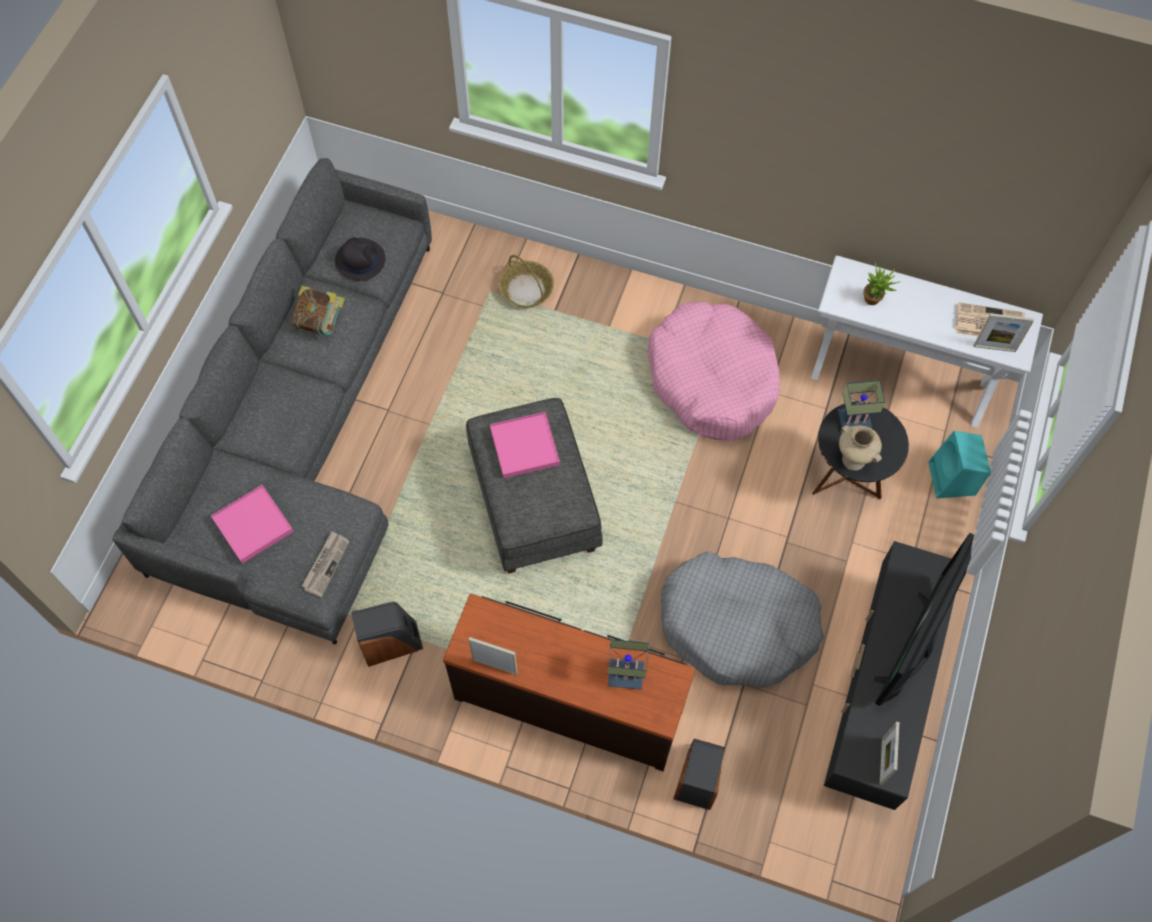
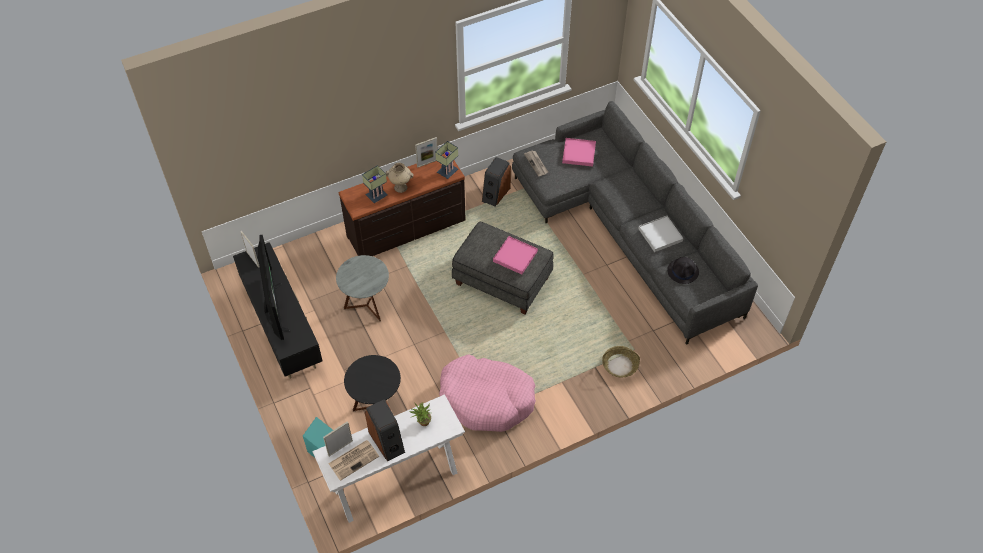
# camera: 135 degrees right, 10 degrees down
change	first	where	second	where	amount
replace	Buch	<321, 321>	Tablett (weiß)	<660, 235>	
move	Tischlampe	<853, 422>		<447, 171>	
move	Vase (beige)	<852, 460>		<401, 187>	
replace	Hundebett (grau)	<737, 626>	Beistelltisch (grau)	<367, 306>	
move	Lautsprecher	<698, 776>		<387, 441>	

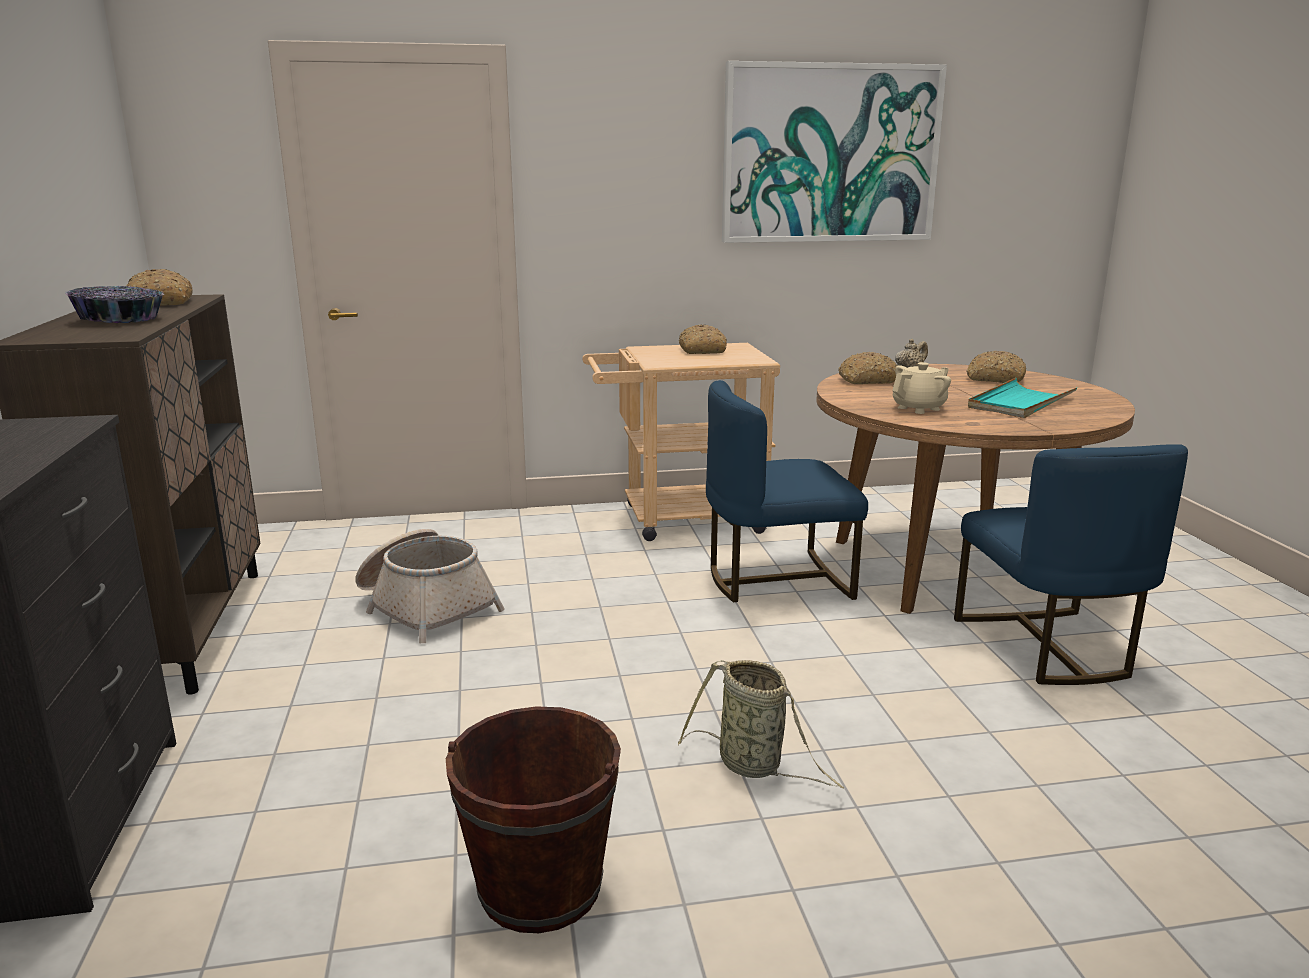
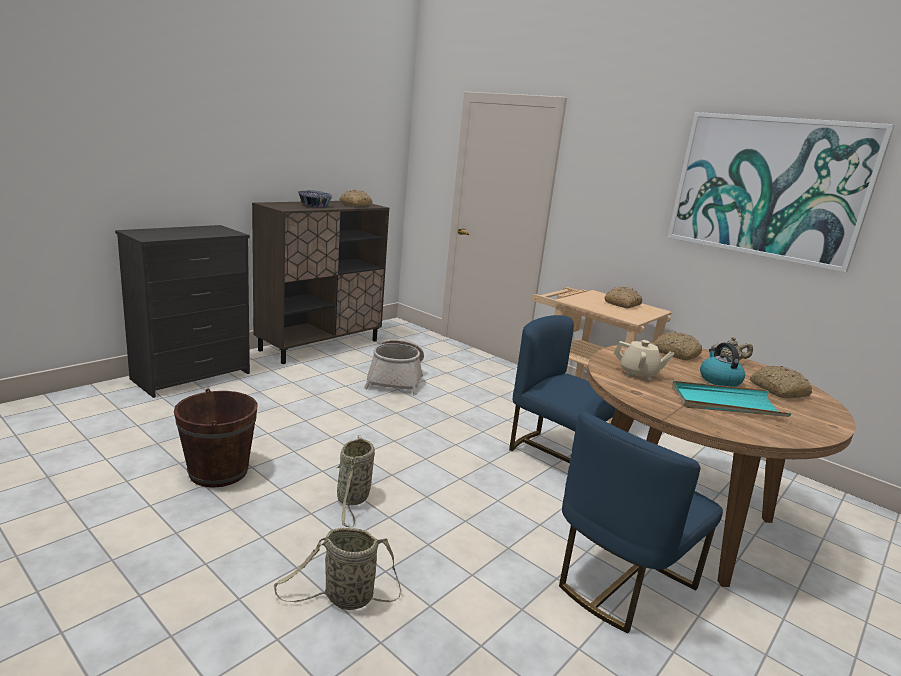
# camera: 50 degrees right, 0 degrees up
change	first	where	second	where	amount
insert			Wasserkessel	<719, 380>	
insert			Korb	<345, 598>	

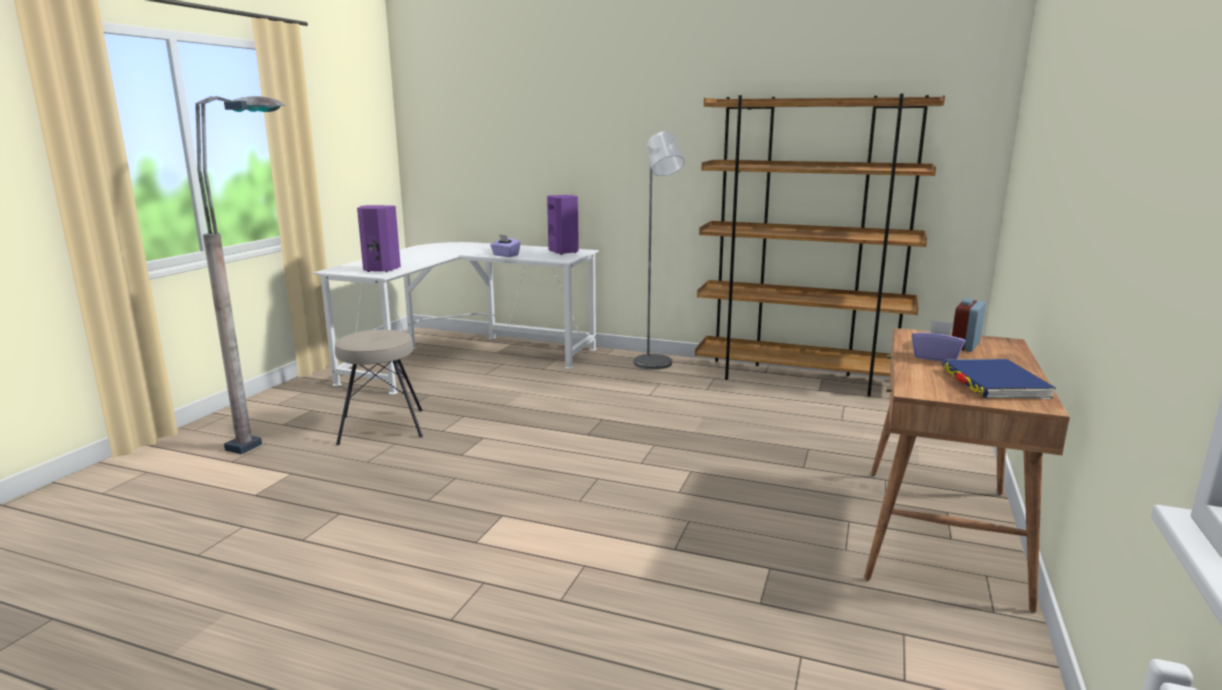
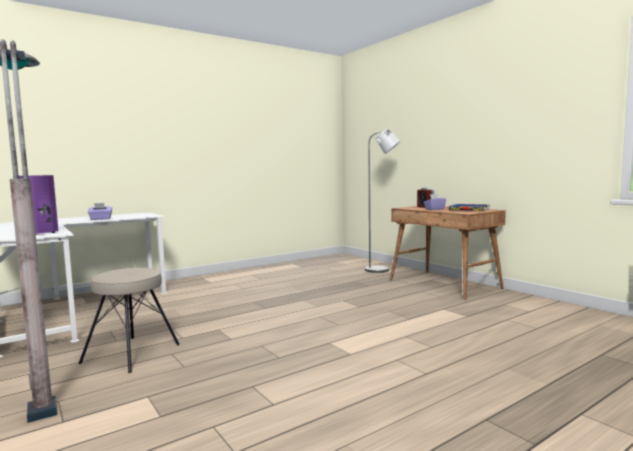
# camera: 55 degrees left, 10 degrees down
change	first	where	second	where	amount
delete	Bücherregal (braun)	<799, 378>			
move	Stehlampe (grau)	<656, 365>		<381, 270>	
delete	Lautsprecher (lila)	<564, 252>			

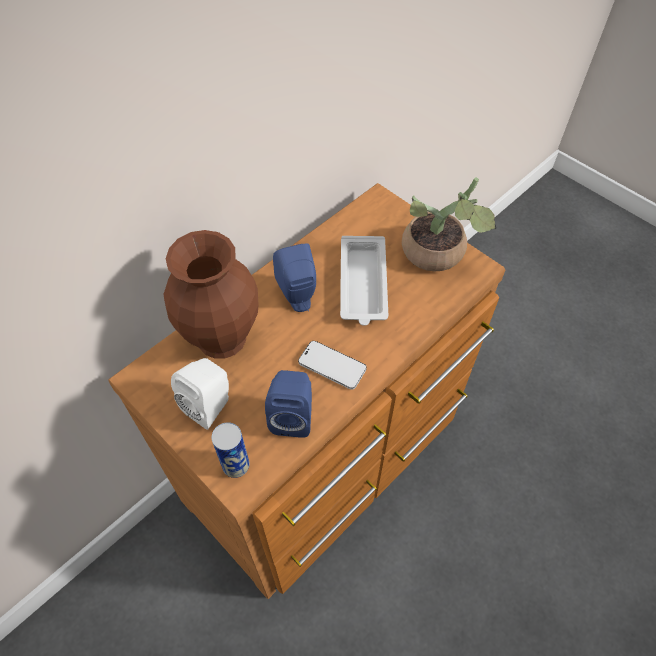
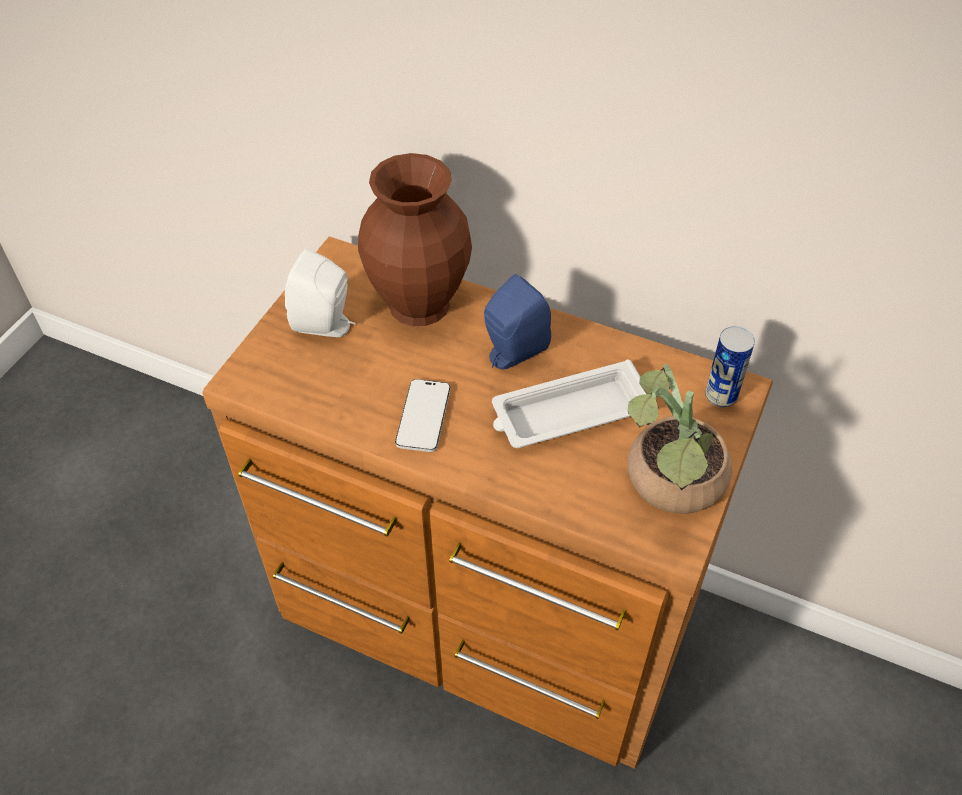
# camera: 70 degrees right, 5 degrees down
change	first	where	second	where	amount
delete	Lautsprecher (blau)	<293, 416>			
move	Dose	<236, 465>		<721, 395>	

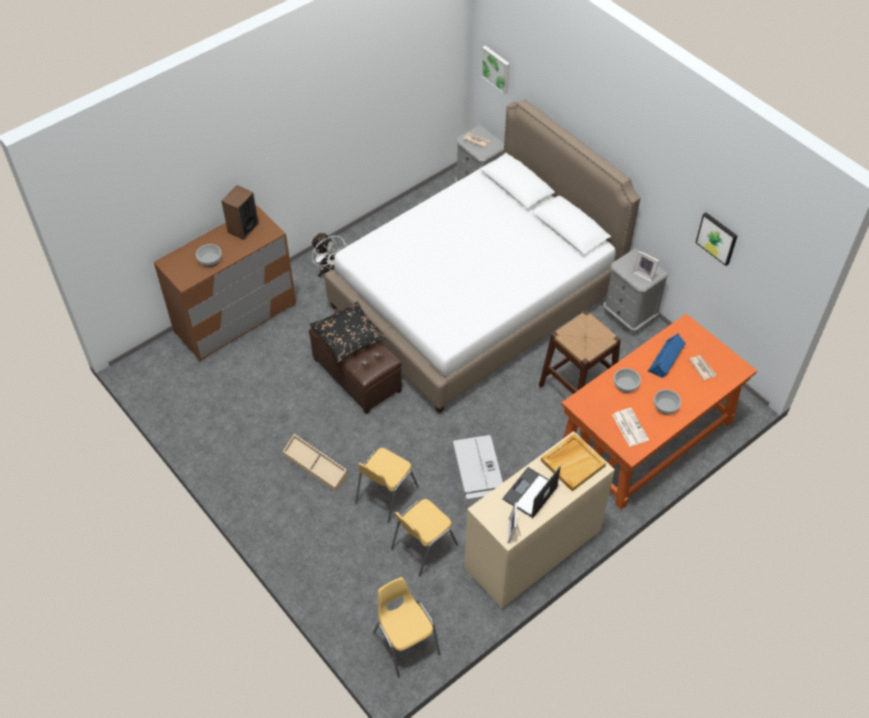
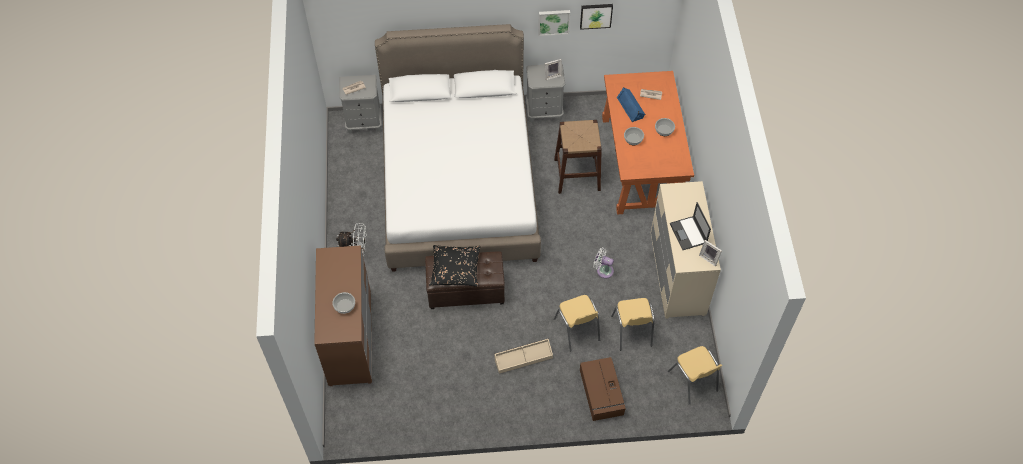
# camera: 55 degrees left, 5 degrees up
change	first	where	second	where	amount
move	Bild	<496, 69>		<553, 21>	
delete	Lautsprecher	<243, 228>			
delete	Zeitung	<629, 427>			
delete	Tablett (beige)	<573, 463>			
replace	Aufbewahrungsbox (grau)	<478, 478>	Ventilator (weiß)	<603, 270>	
rotate	Stuhl (gelb)	<405, 642>		<693, 381>	120 degrees counterclockwise
insert			Aufbewahrungsbox (braun)	<601, 393>	

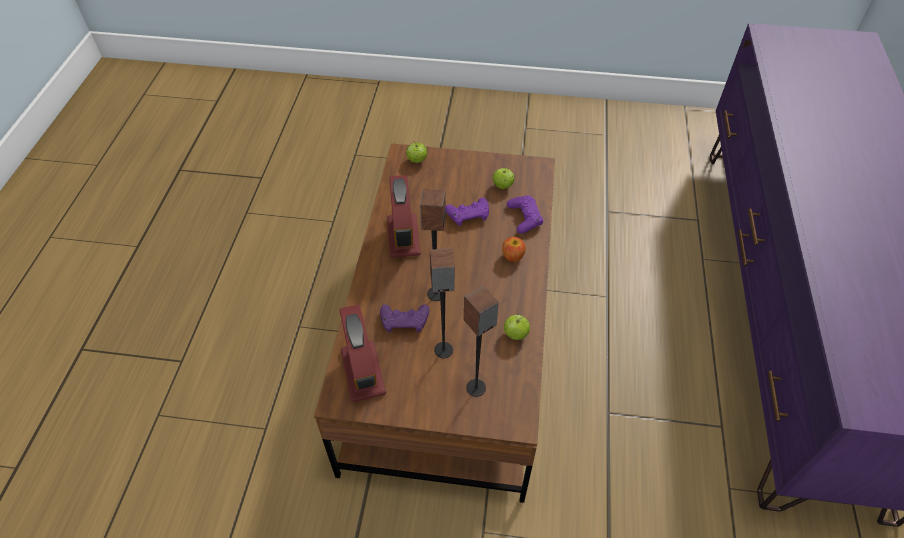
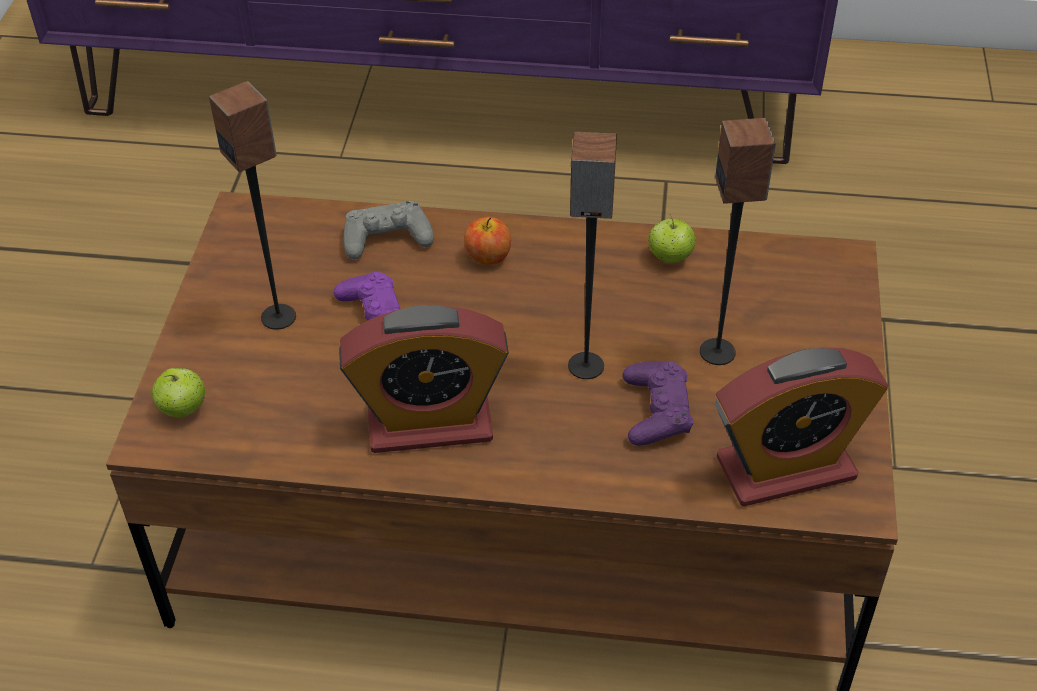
# camera: 90 degrees left, 5 degrees down
change	first	where	second	where	amount
delete	Apfel	<502, 186>			
recolor	Gamepad (lila)	<524, 217>	Gamepad (grau)	<387, 238>	
move	Lautsprecher	<476, 388>		<279, 316>	

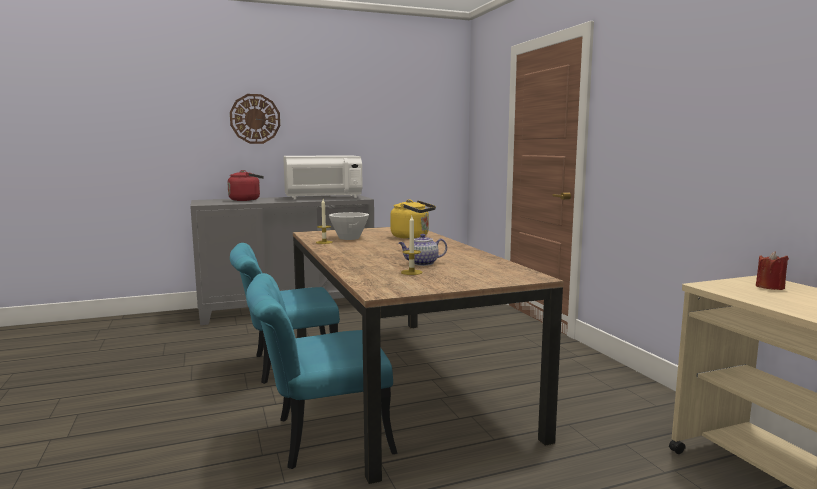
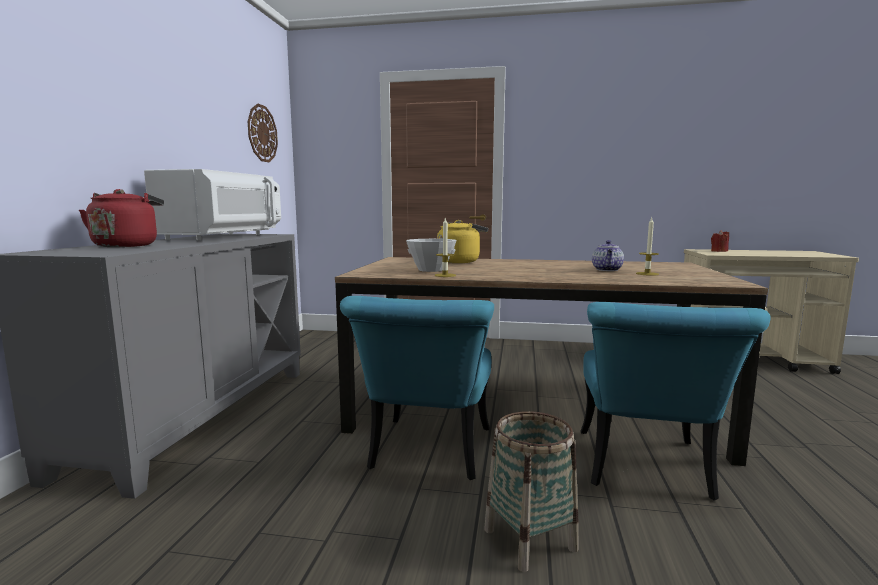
# camera: 60 degrees left, 0 degrees up
change	first	where	second	where	amount
move	Wanduhr	<255, 119>		<262, 133>	
insert			Korb	<530, 539>	

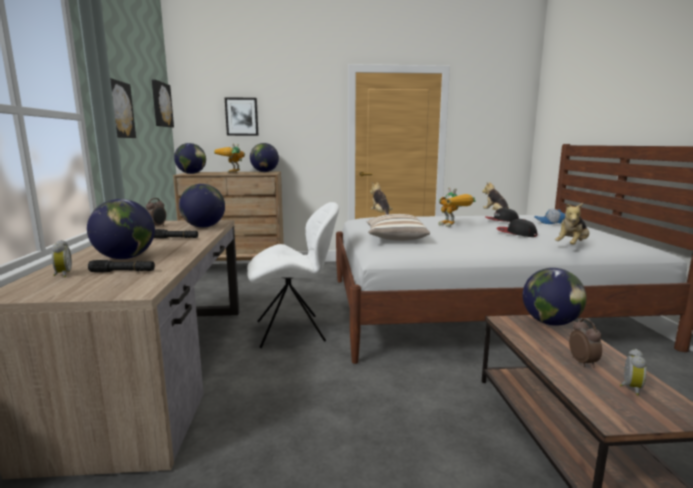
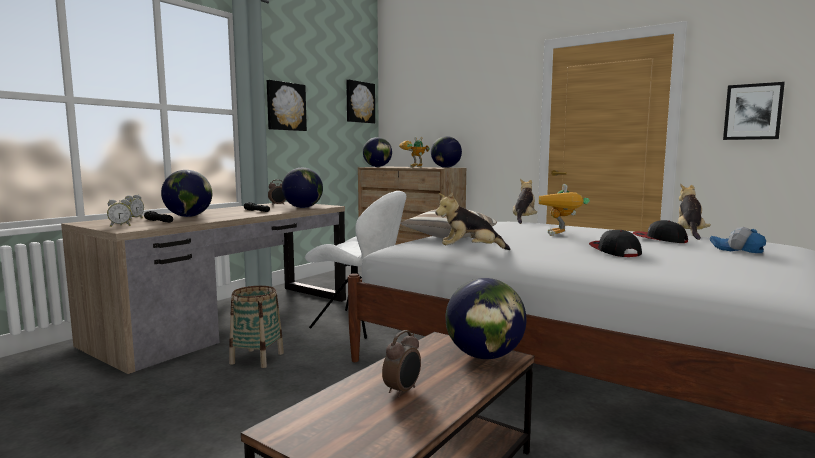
# camera: 40 degrees right, 5 degrees down
change	first	where	second	where	amount
move	Bild	<242, 116>		<752, 112>	
move	Plüschtier	<572, 246>		<470, 251>	
move	Wecker	<629, 388>		<120, 226>	
insert			Korb	<257, 358>	

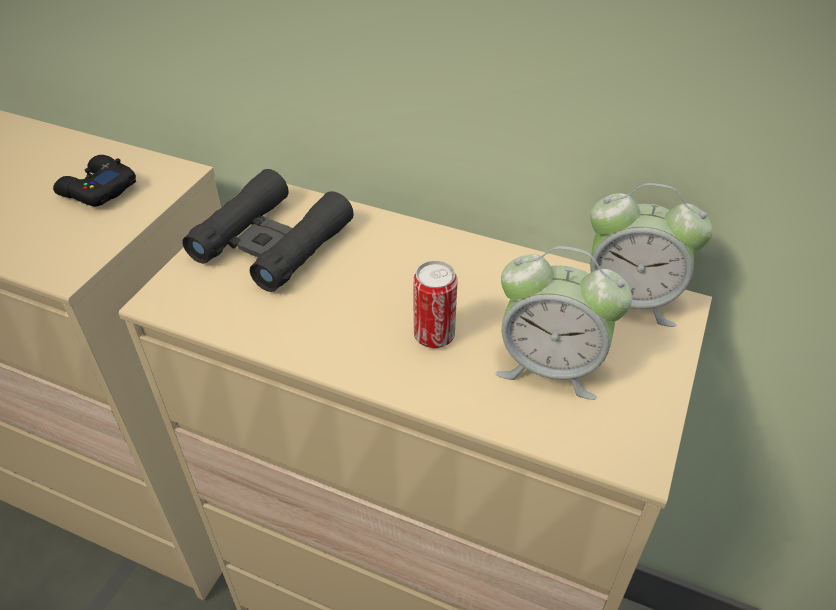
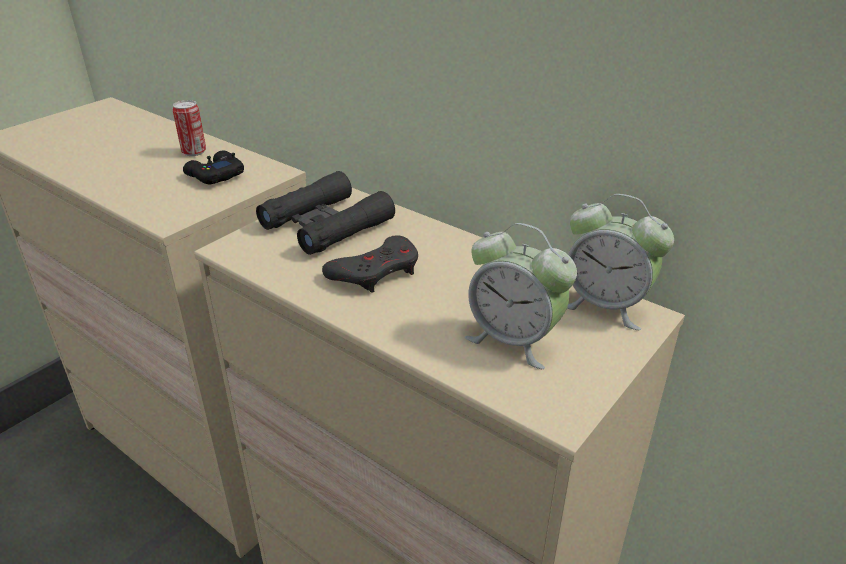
# camera: 15 degrees right, 10 degrees down
change	first	where	second	where	amount
move	Dose	<434, 336>		<194, 152>	
insert			Gamepad (grau)	<376, 271>	

